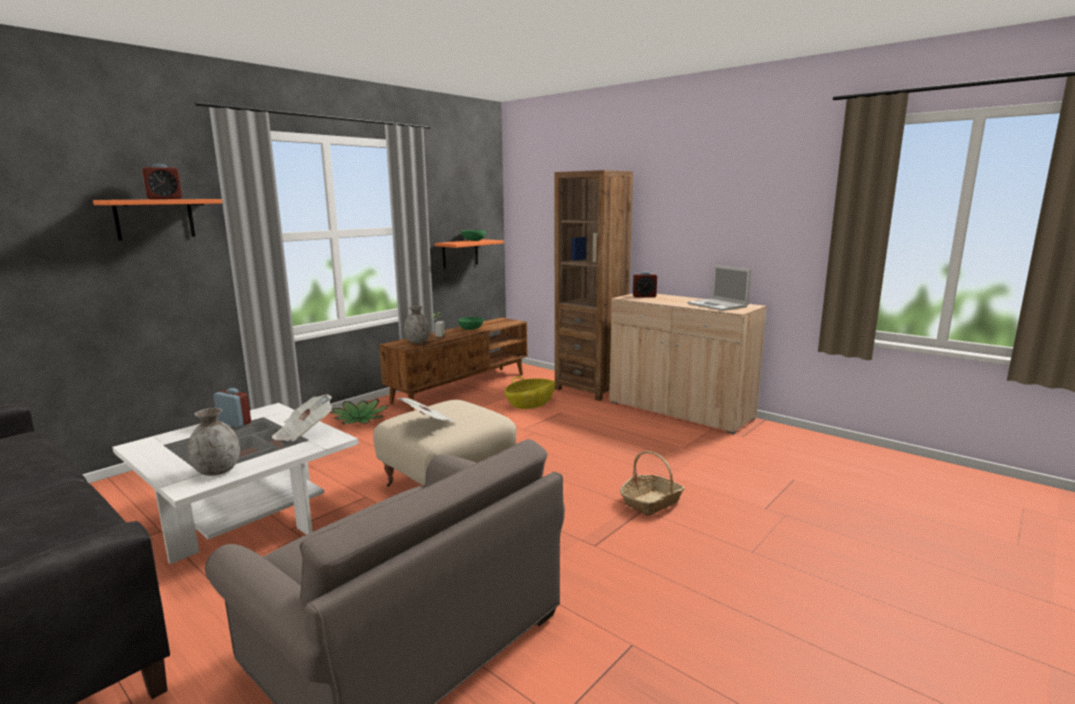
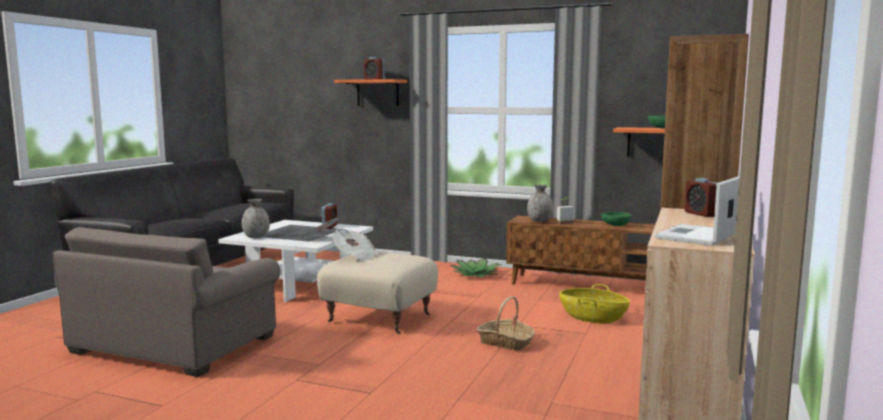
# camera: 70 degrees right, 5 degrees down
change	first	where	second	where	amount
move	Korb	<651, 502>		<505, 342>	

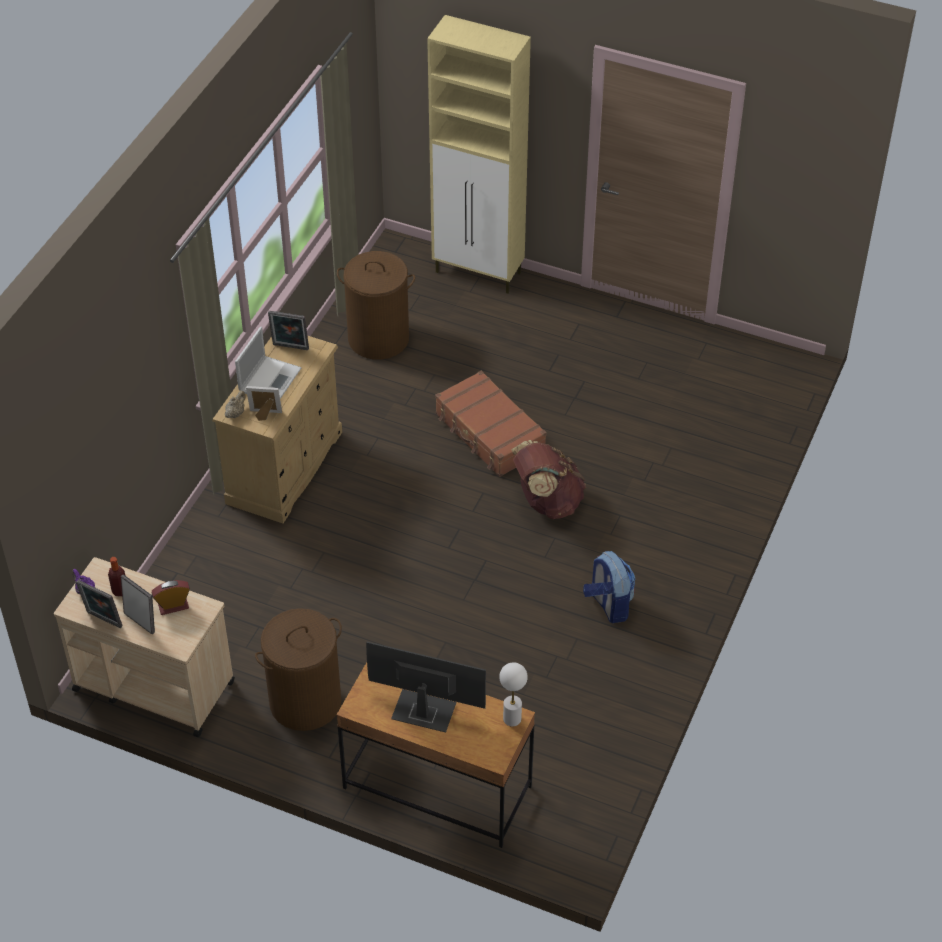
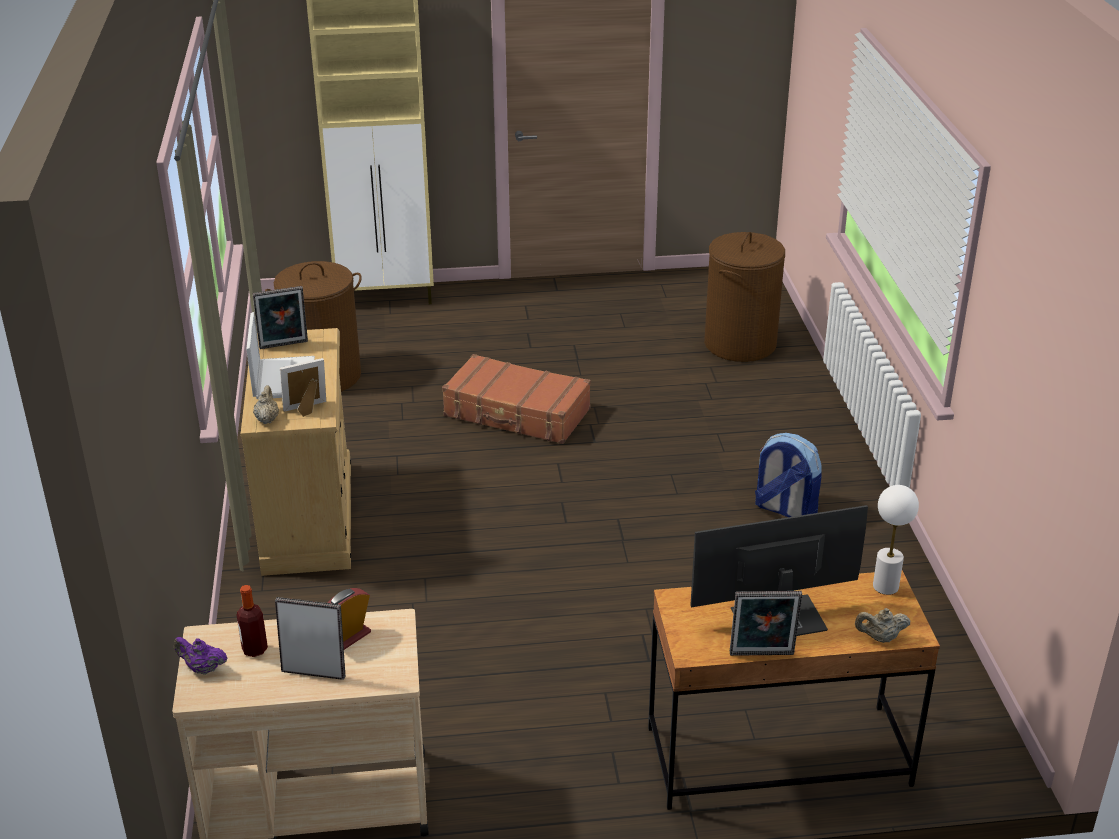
# camera: 30 degrees left, 15 degrees down
change	first	where	second	where	amount
delete	Rucksack (braun)	<547, 502>			
move	Bilderrahmen	<103, 621>		<762, 656>	
move	Wäschekorb (braun)	<305, 701>		<739, 343>	
insert			Teekanne (beige)	<880, 638>	

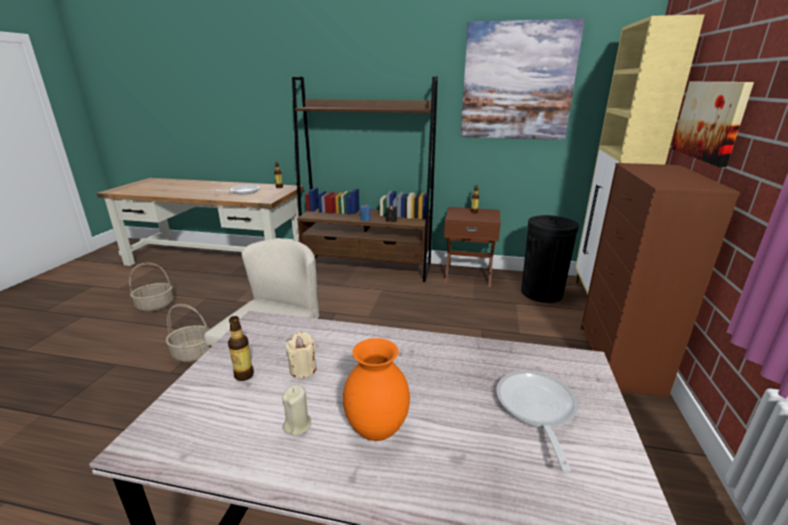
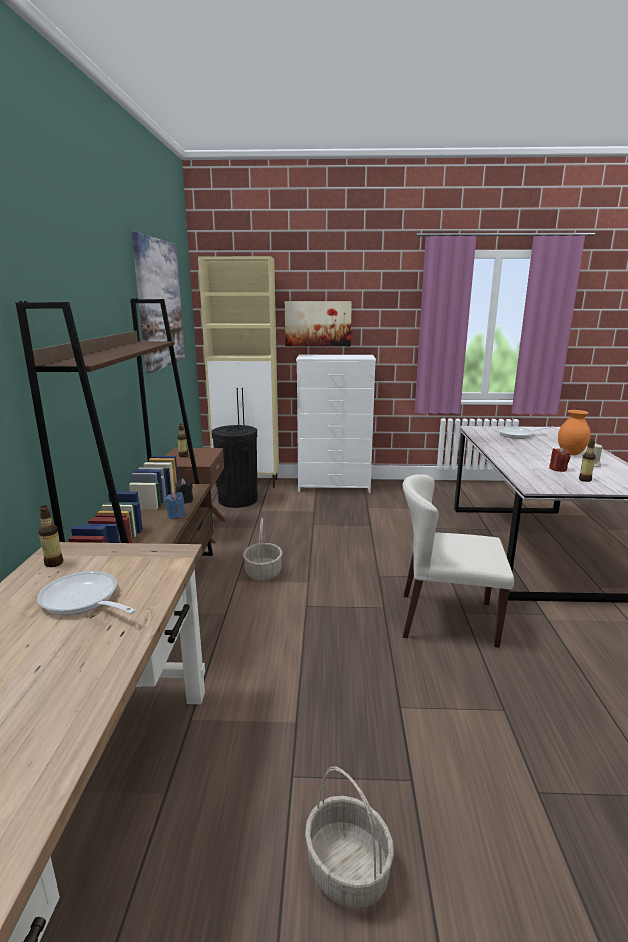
# camera: 100 degrees left, 5 degrees down
change	first	where	second	where	amount
recolor	Kommode (braun)	<619, 359>	Kommode (weiß)	<335, 485>	
move	Korb	<194, 354>		<263, 572>	
recolor	Kerze (beige)	<303, 369>	Kerze (rot)	<558, 469>	

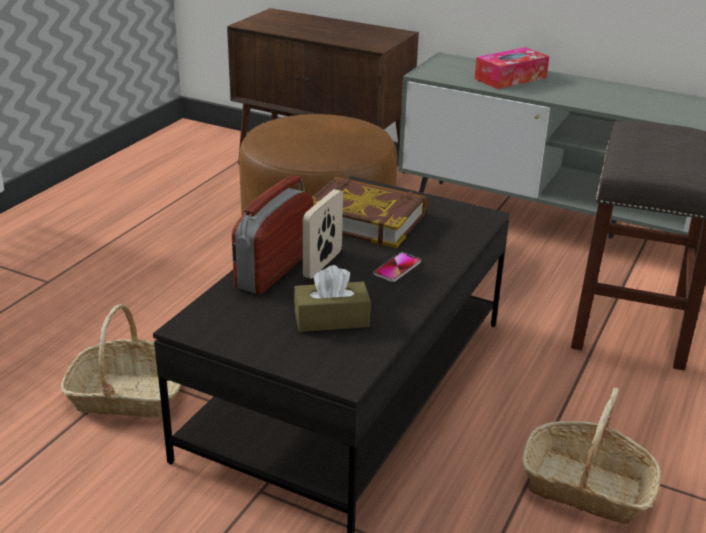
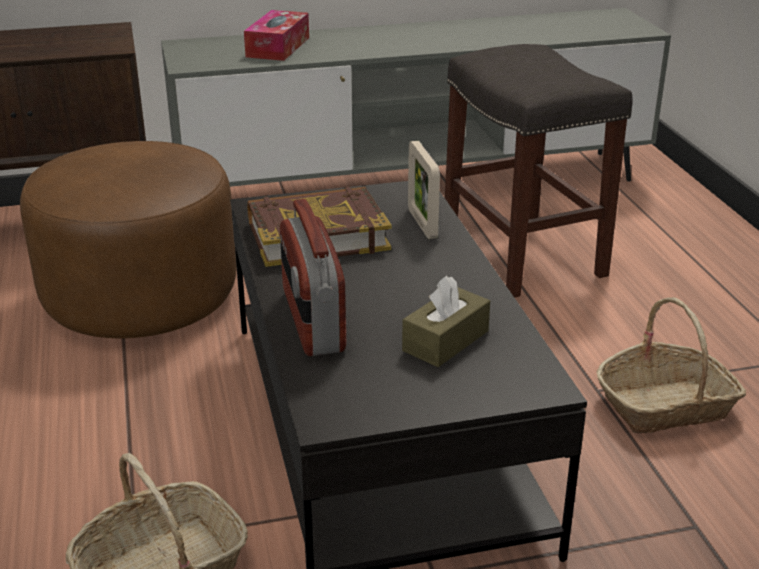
# camera: 40 degrees left, 0 degrees up
change	first	where	second	where	amount
move	Bilderrahmen	<322, 264>		<422, 224>	
delete	Handy	<397, 268>			

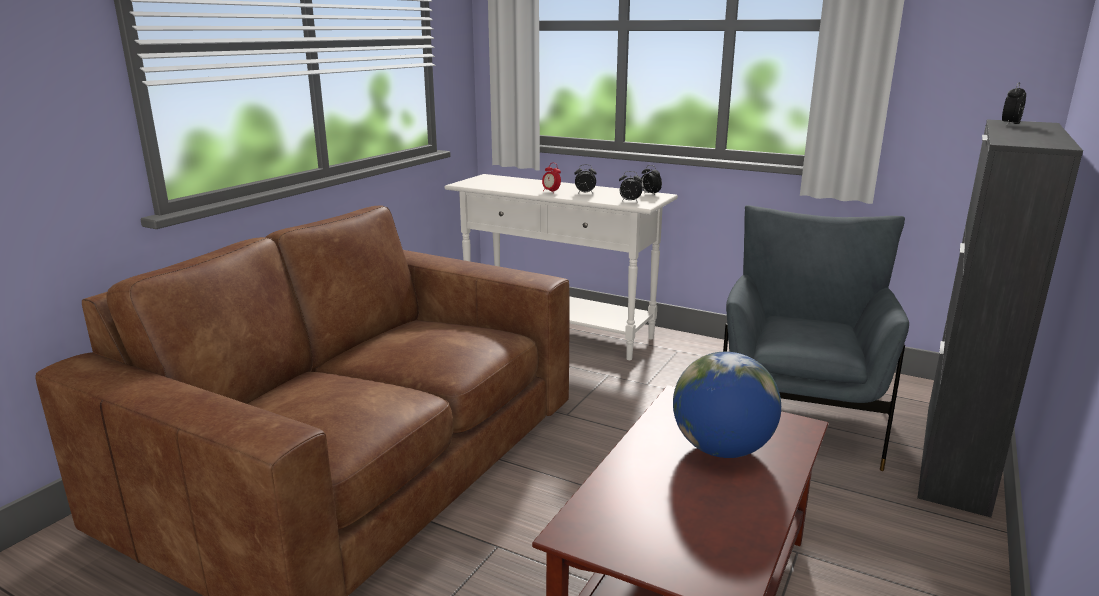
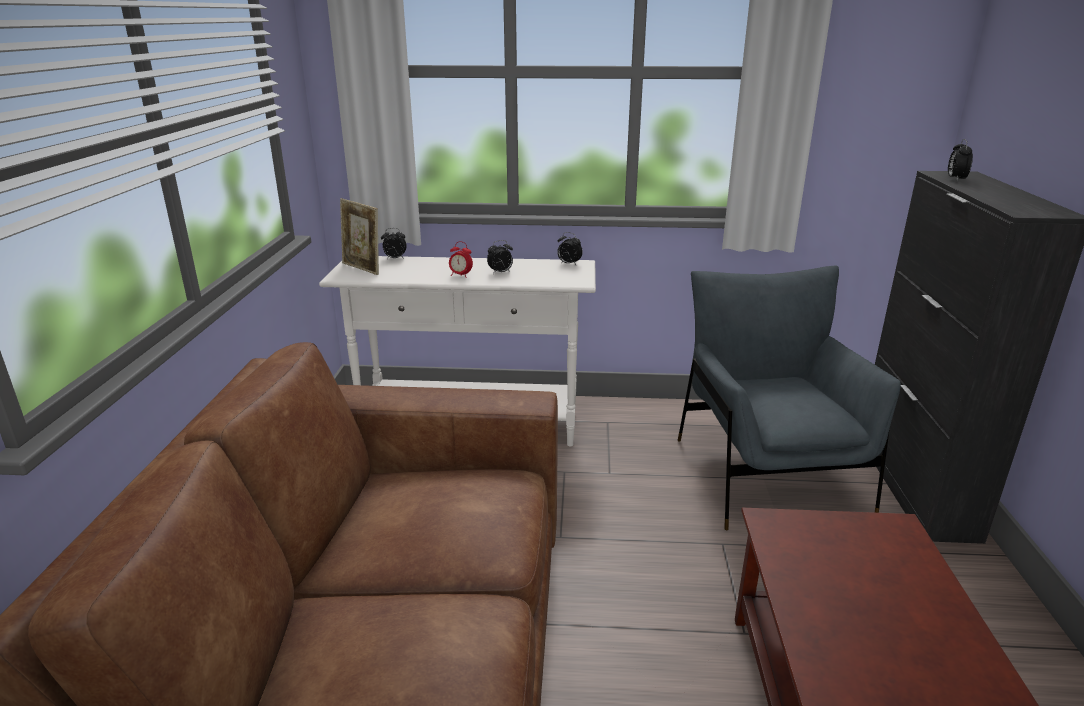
# camera: 25 degrees left, 5 degrees up
change	first	where	second	where	amount
move	Wecker	<629, 201>		<395, 259>	
delete	Globus	<722, 449>			
insert			Bilderrahmen	<362, 268>	

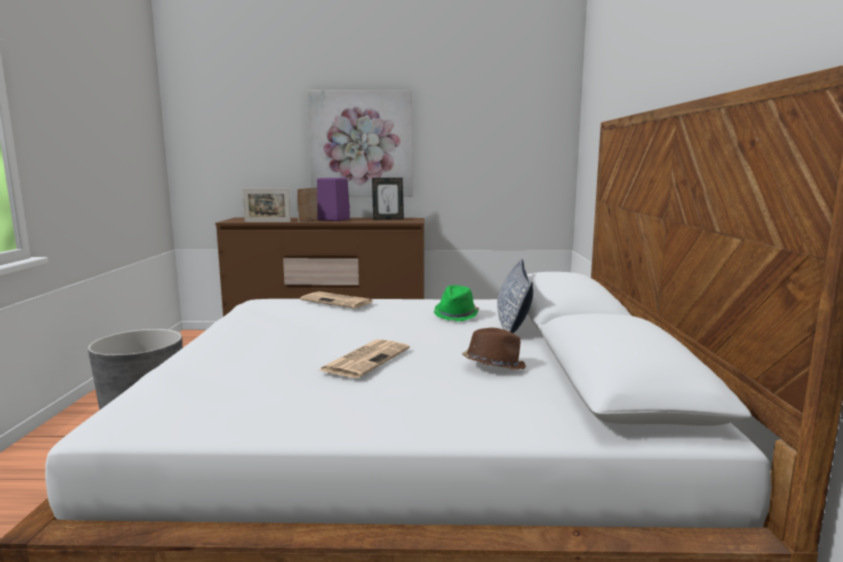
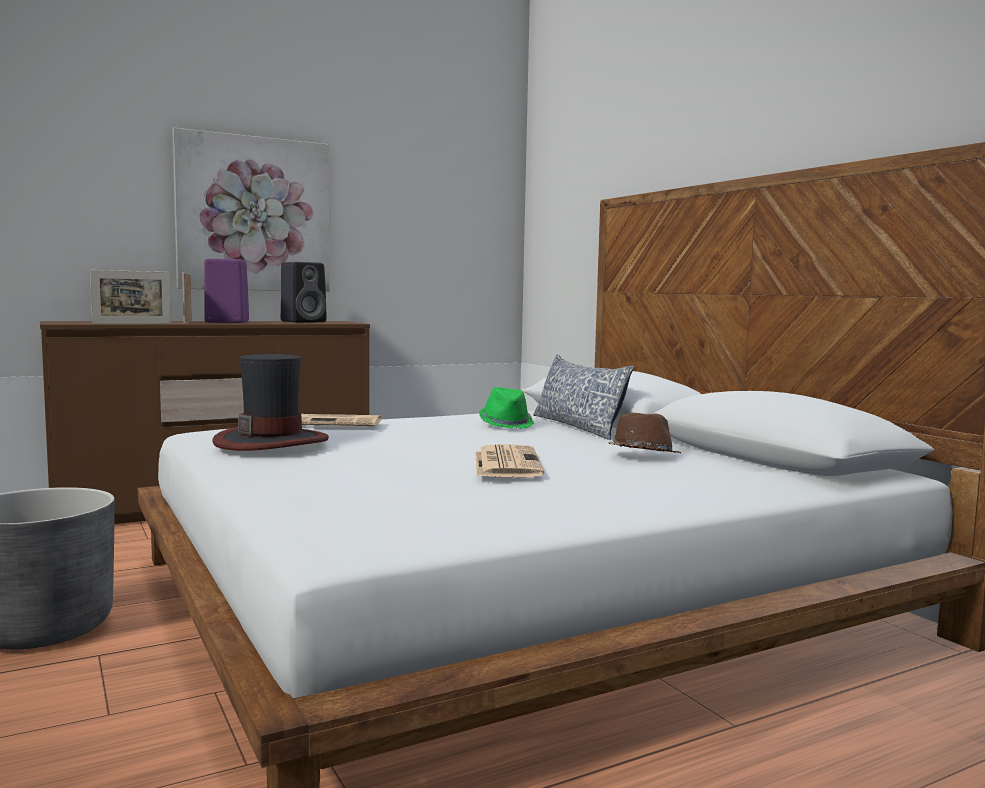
# camera: 30 degrees left, 5 degrees down
change	first	where	second	where	amount
replace	Bilderrahmen	<388, 219>	Lautsprecher (schwarz)	<304, 321>	
insert			Hut	<272, 441>	

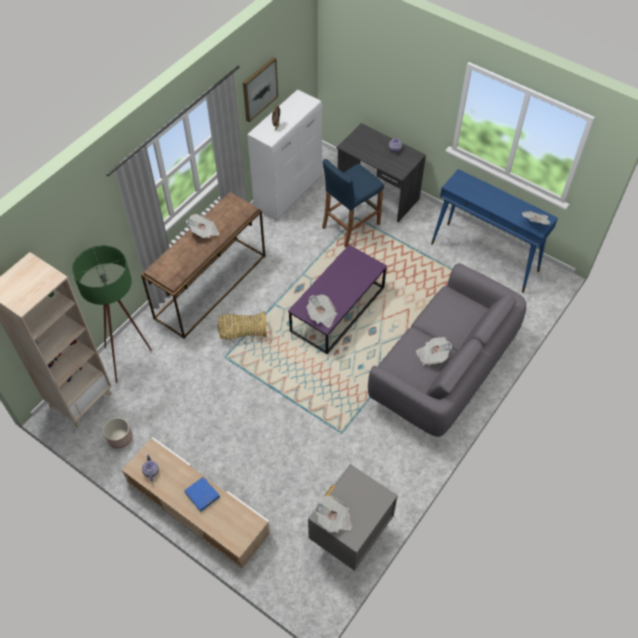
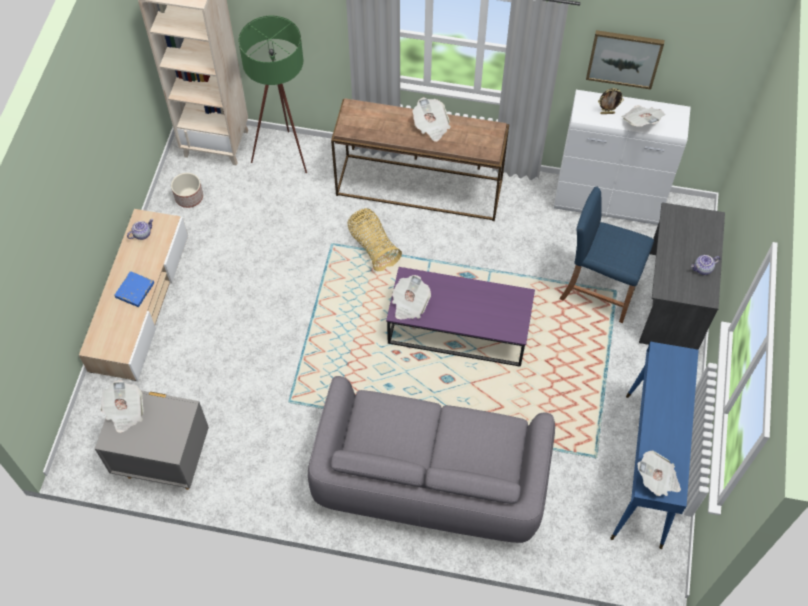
# camera: 65 degrees right, 5 degrees up
change	first	where	second	where	amount
move	Zeitung	<432, 355>		<641, 122>	

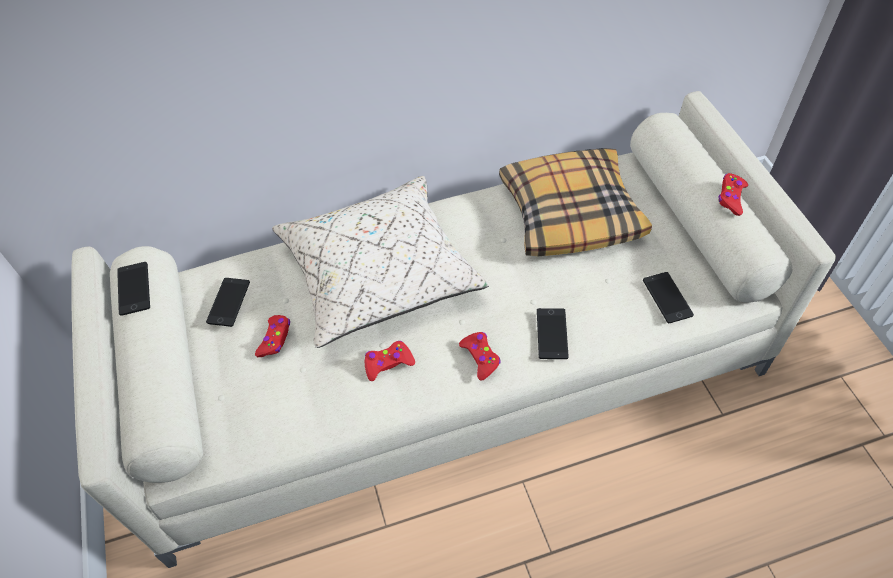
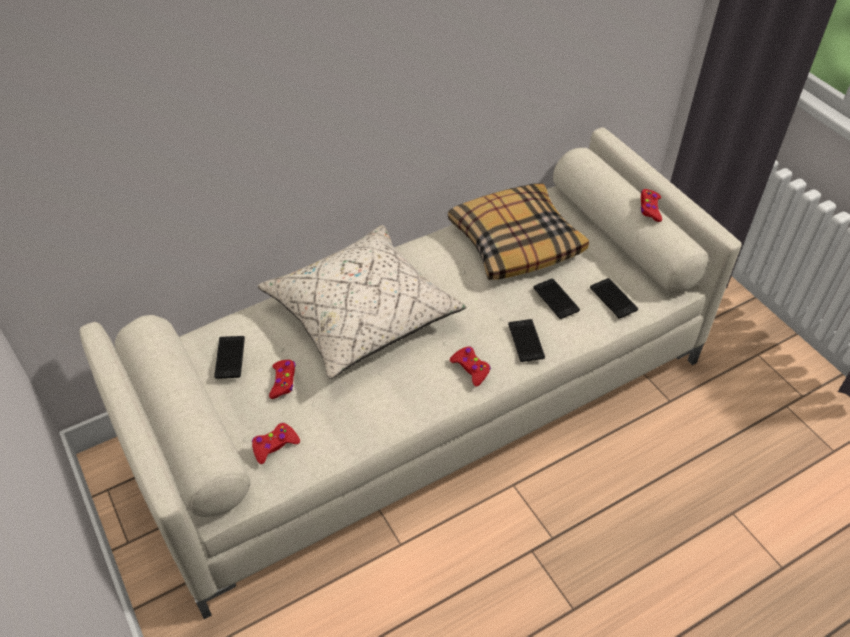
# camera: 15 degrees left, 5 degrees down
change	first	where	second	where	amount
move	Handy	<134, 288>		<556, 299>	
move	Gamepad (rot)	<388, 363>		<274, 445>	

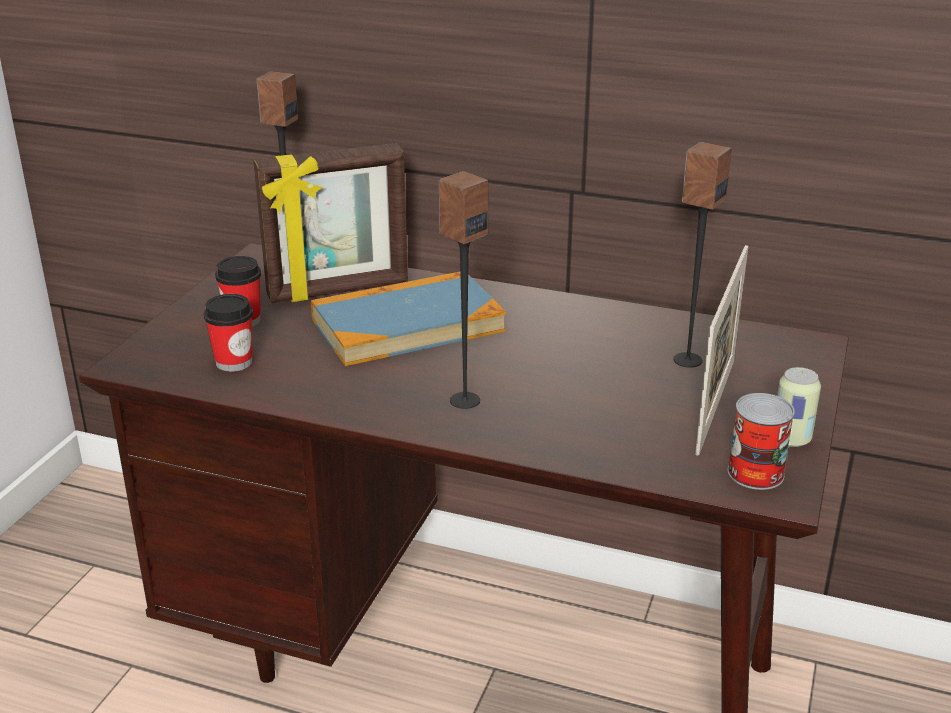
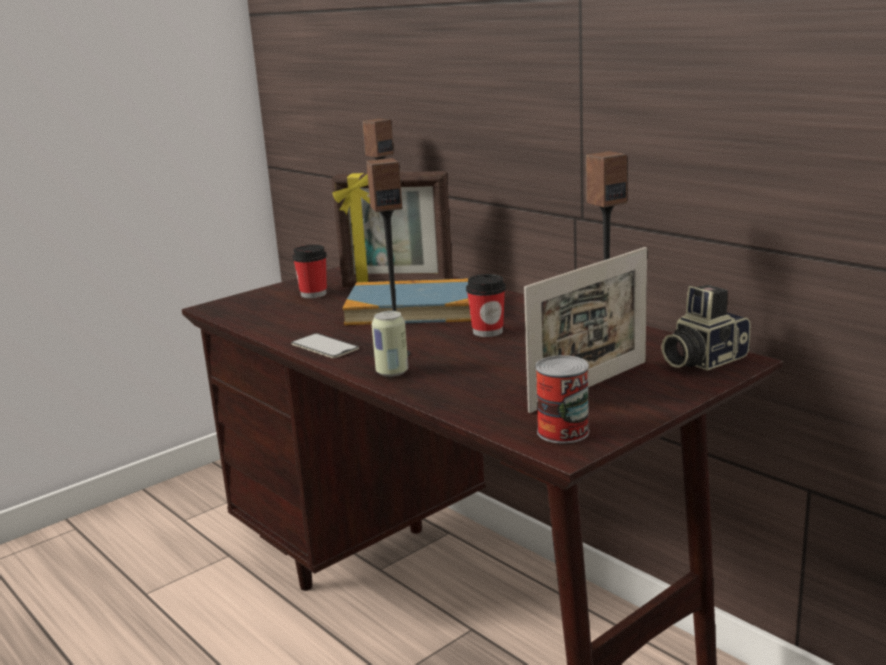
# camera: 30 degrees right, 10 degrees down
change	first	where	second	where	amount
move	Tasse	<234, 362>		<487, 331>	
move	Dose	<791, 439>		<392, 372>	
insert			Kamera	<701, 360>	
insert			Handy	<324, 346>	

